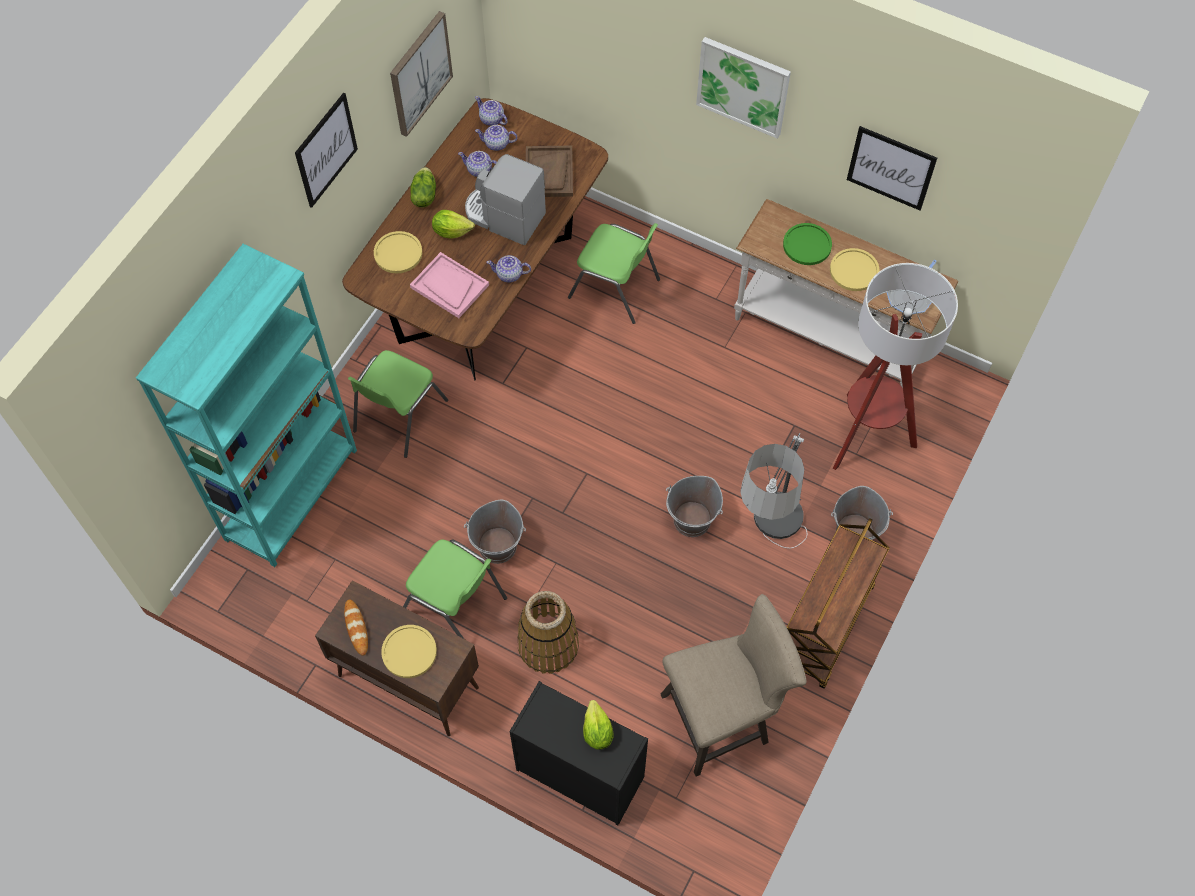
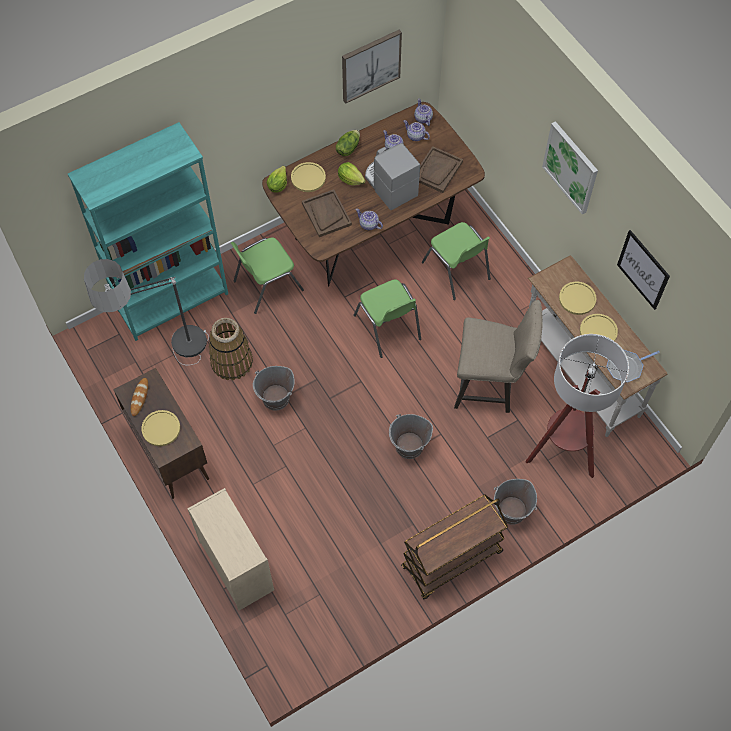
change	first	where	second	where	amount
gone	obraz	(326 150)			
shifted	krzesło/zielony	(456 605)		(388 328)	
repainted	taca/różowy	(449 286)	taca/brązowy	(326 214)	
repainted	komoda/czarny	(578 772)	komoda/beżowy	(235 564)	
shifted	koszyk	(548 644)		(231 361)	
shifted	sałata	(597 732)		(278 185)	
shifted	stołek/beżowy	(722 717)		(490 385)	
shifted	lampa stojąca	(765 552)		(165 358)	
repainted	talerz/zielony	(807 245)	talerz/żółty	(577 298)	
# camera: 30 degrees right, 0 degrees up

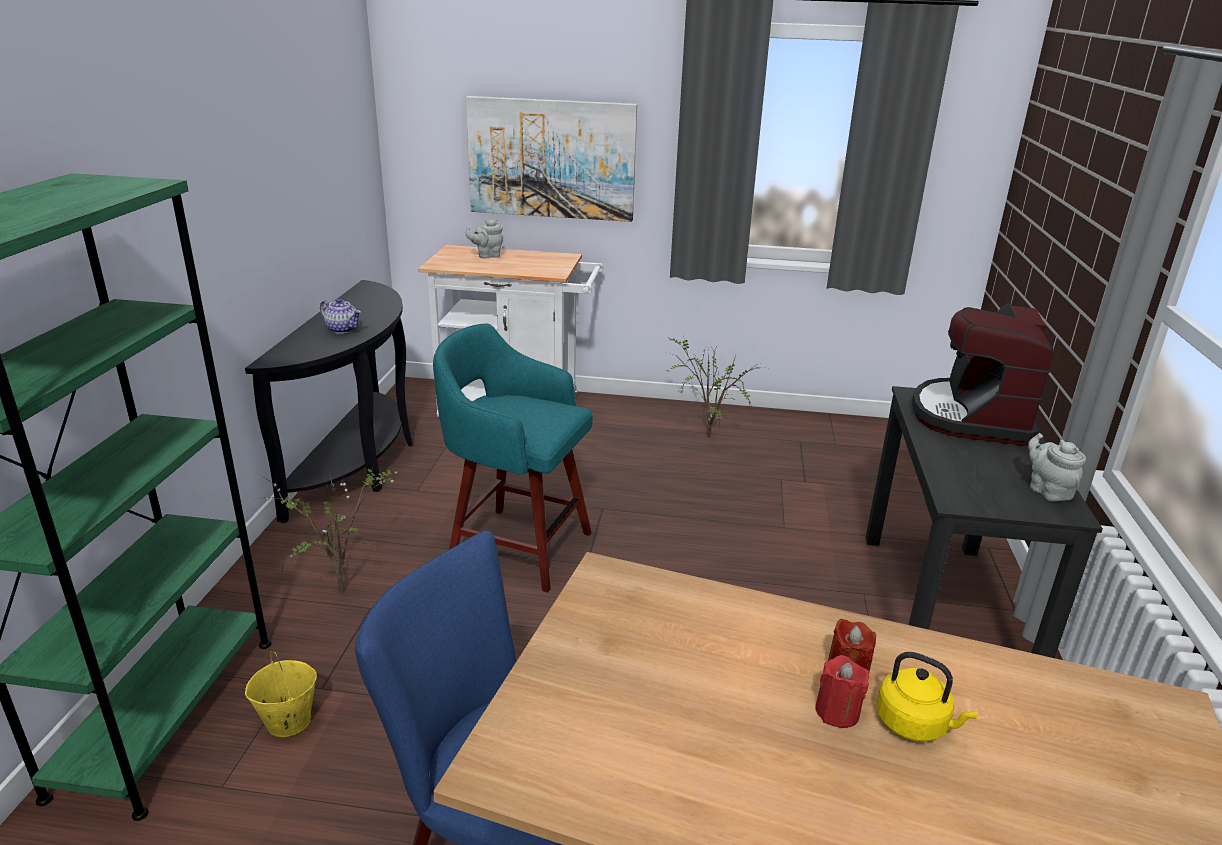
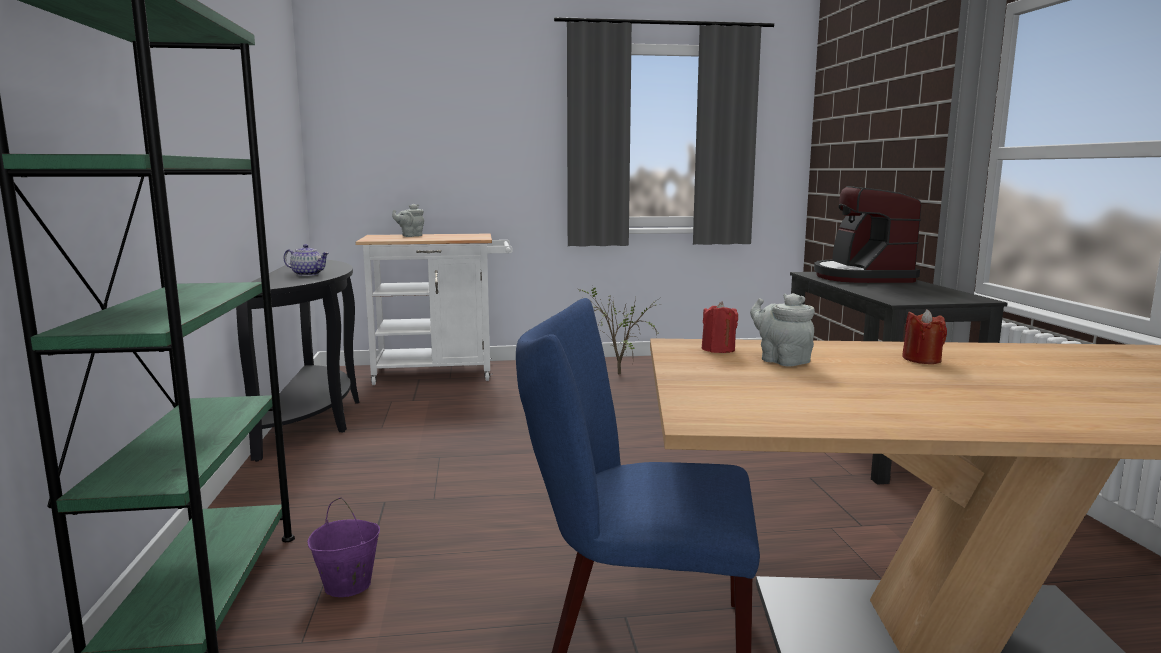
change	first	where	second	where	amount
repainted	wiadro/żółty	(288 721)	wiadro/fioletowy	(347 585)	
gone	roślina doniczkowa	(346 590)			
gone	stołek/turkusowy	(516 547)			
gone	obraz	(551 159)			
shifted	świeca/czerwony	(837 712)		(718 349)	
gone	czajnik/żółty	(915 724)			
shifted	imbryk/szary	(1047 490)		(781 360)	
# camera: 15 degrees left, 15 degrees down

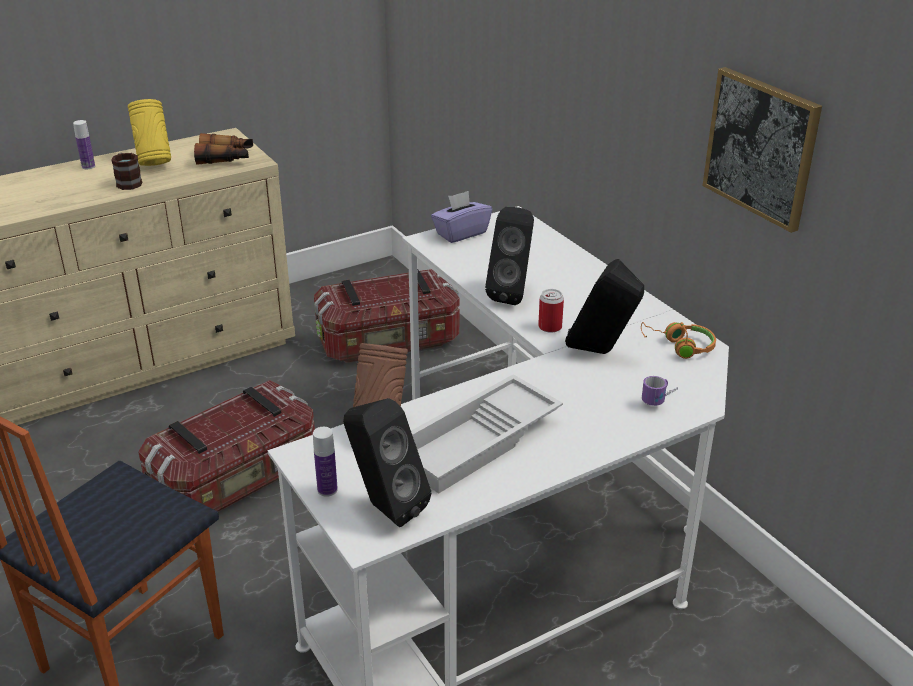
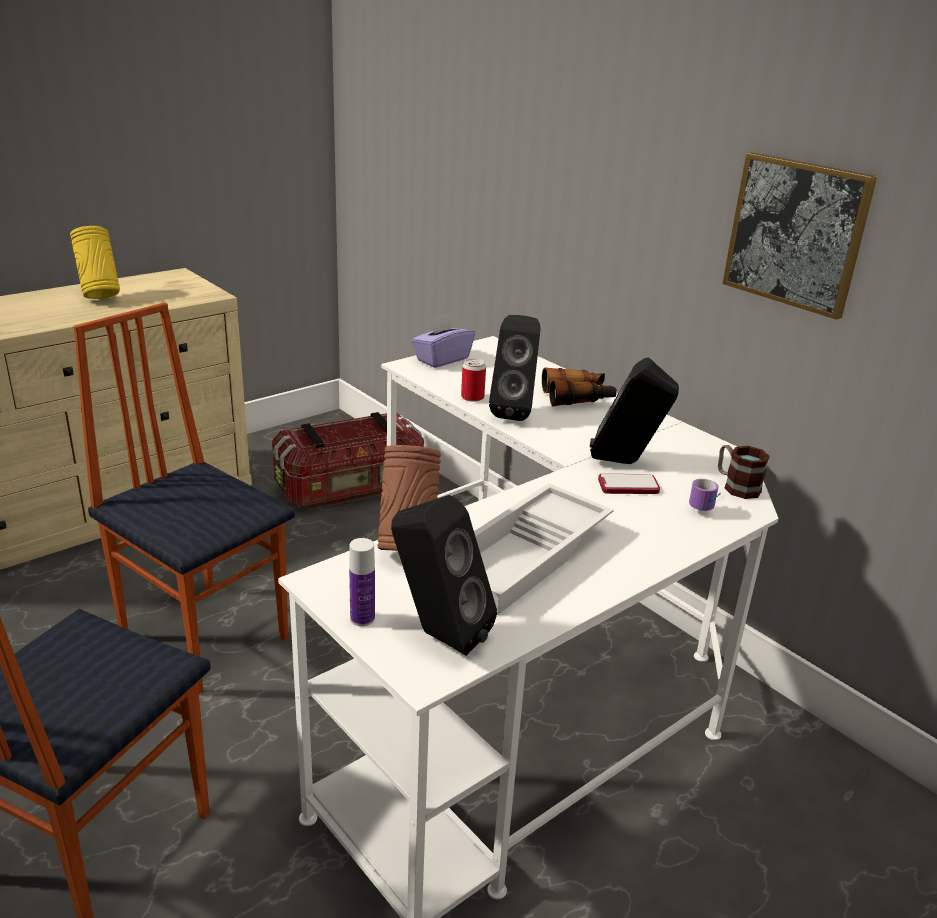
change	first	where	second	where	amount
gone	butelka	(88 166)			
shifted	kubek	(128 182)		(736 486)	
swapped	pojemnik do przechowywania	(237 481)	krzesło	(206 635)	
shifted	lornetka	(226 158)		(578 397)	
shifted	puszka	(550 327)		(472 397)	
gone	słuchawki/pomarańczowy	(679 346)			
new			telefon	(628 486)	
# camera: 10 degrees left, 5 degrees down

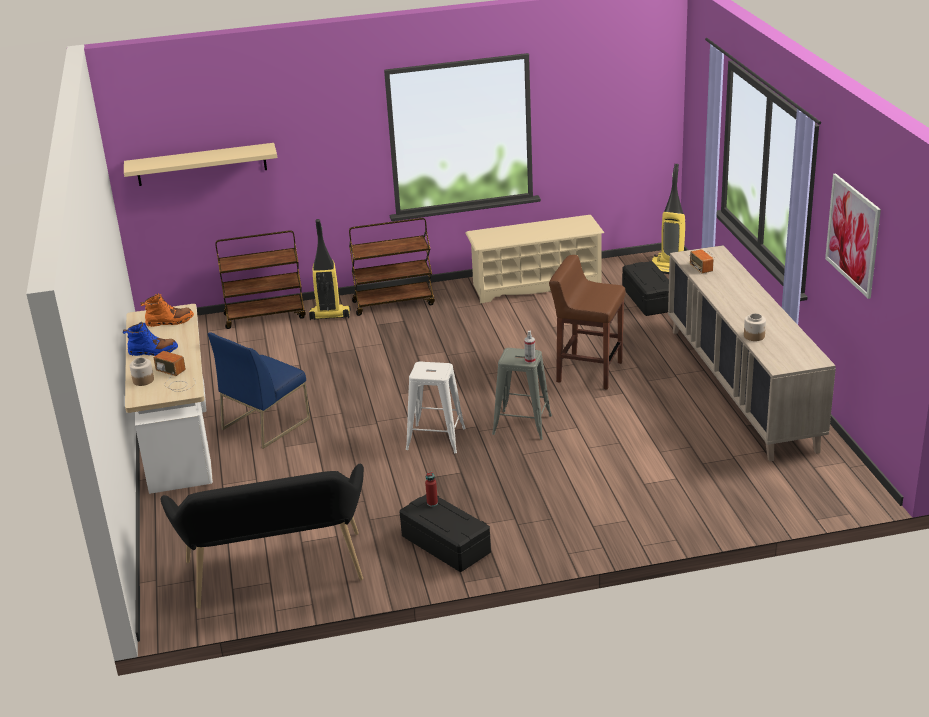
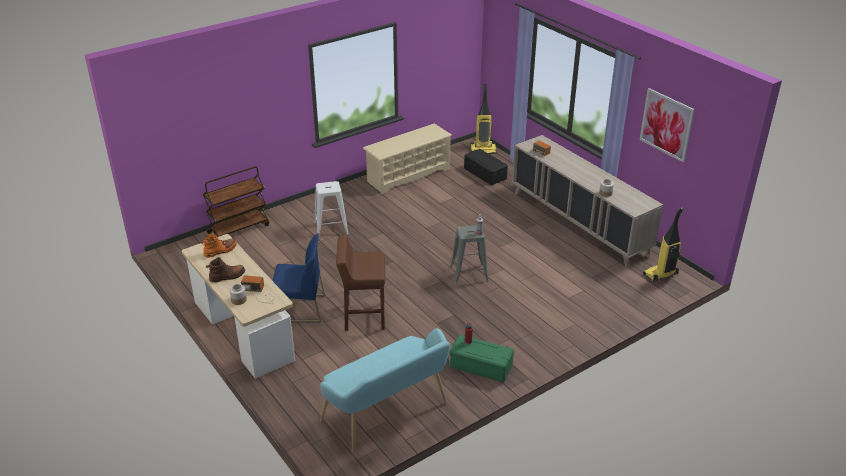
change	first	where	second	where	amount
repainted	but z cholewką/niebieski	(153 352)	but z cholewką/brązowy	(227 276)	
gone	półka/beżowy	(201 164)			
repainted	ławka/czarny	(277 575)	ławka/turkusowy	(389 415)	
rotated	krzesło/niebieski	(266 423)		(299 308)	105 degrees counterclockwise
shifted	odkurzacz	(329 316)		(660 274)	
gone	wózek/brązowy	(394 303)			
repainted	pojemnik do przechowywania/czarny	(445 545)	pojemnik do przechowywania/zielony	(480 366)	
shifted	stołek/biały	(436 439)		(331 228)	
shifted	stołek/brązowy	(588 372)		(364 316)	
# camera: 25 degrees left, 5 degrees up

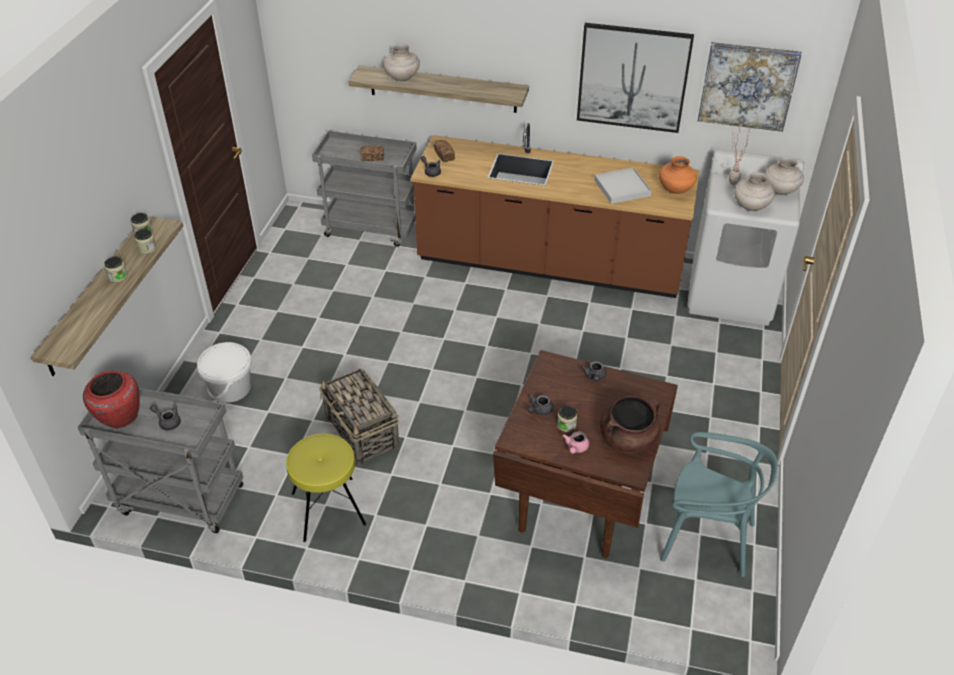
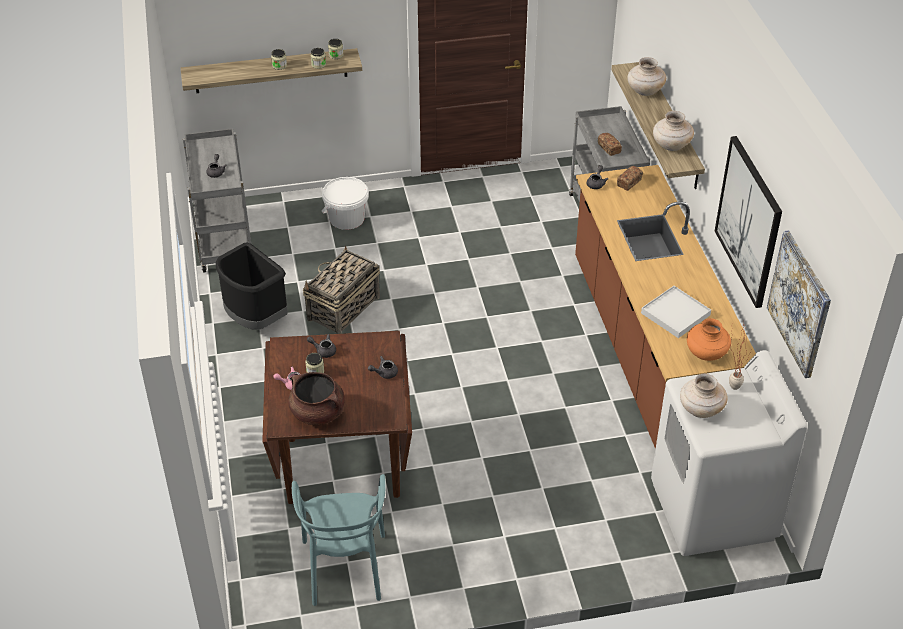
change	first	where	second	where	amount
gone	wazon/czerwony	(119 417)			
swapped	stołek/żółty	(328 508)	kosz na śmieci/czarny	(255 320)	
shifted	wazon/beżowy	(780 191)		(671 146)	
# camera: 65 degrees right, 0 degrees up

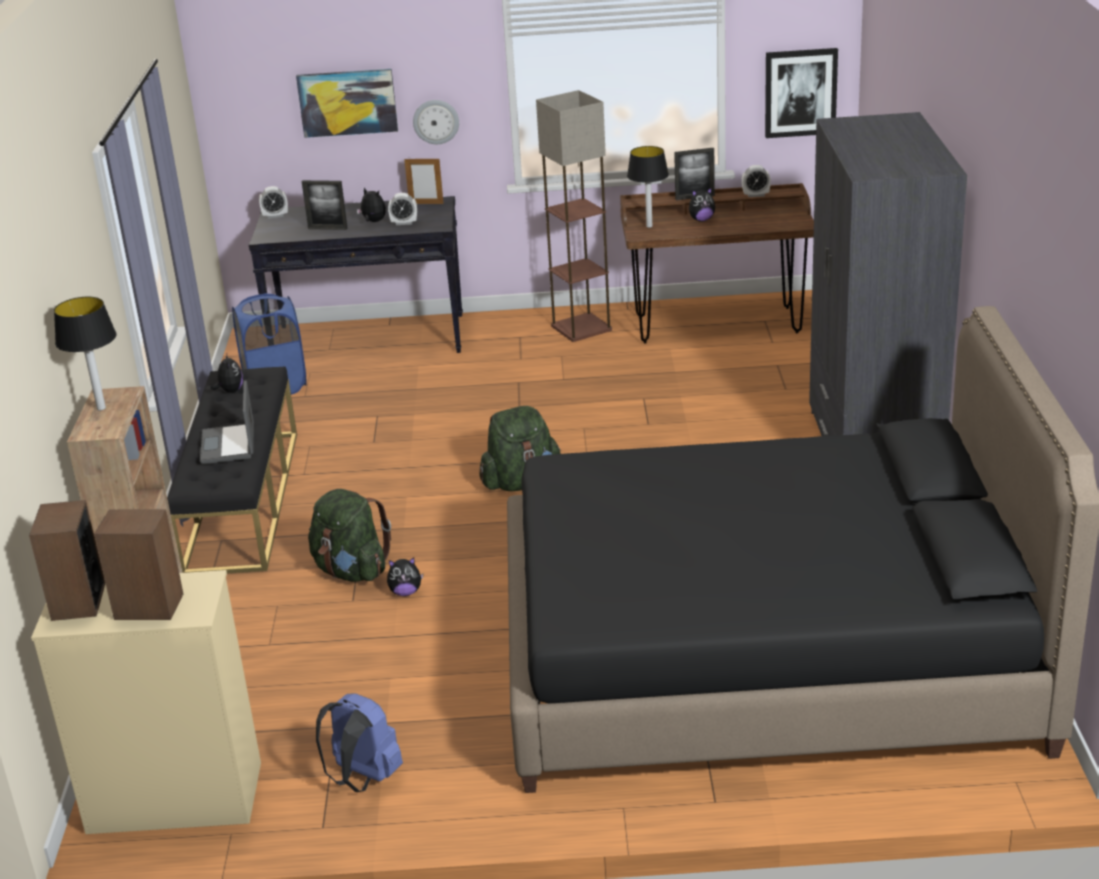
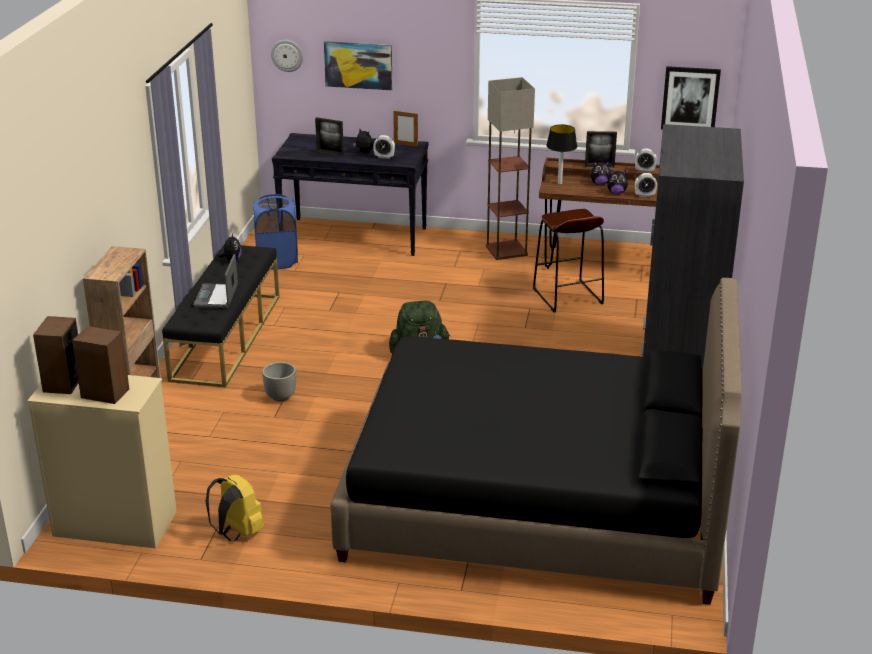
change	first	where	second	where	amount
gone	lampa stołowa	(100 408)			
shifted	budzik	(275 216)		(644 195)	
swapped	plecak/zielony	(352 571)	donica	(281 397)	
repainted	plecak/niebieski	(362 778)	plecak/żółty	(237 533)	
shifted	pluszak	(405 592)		(616 193)	
shifted	zegar ścienny	(436 121)		(287 55)	
new			stołek/brązowy	(567 296)	
# camera: 10 degrees right, 0 degrees up

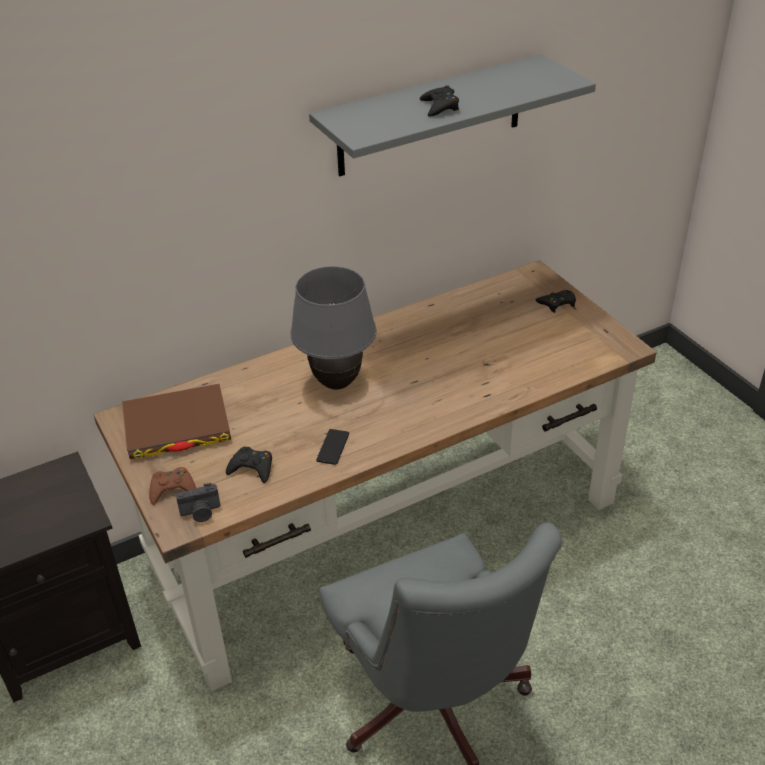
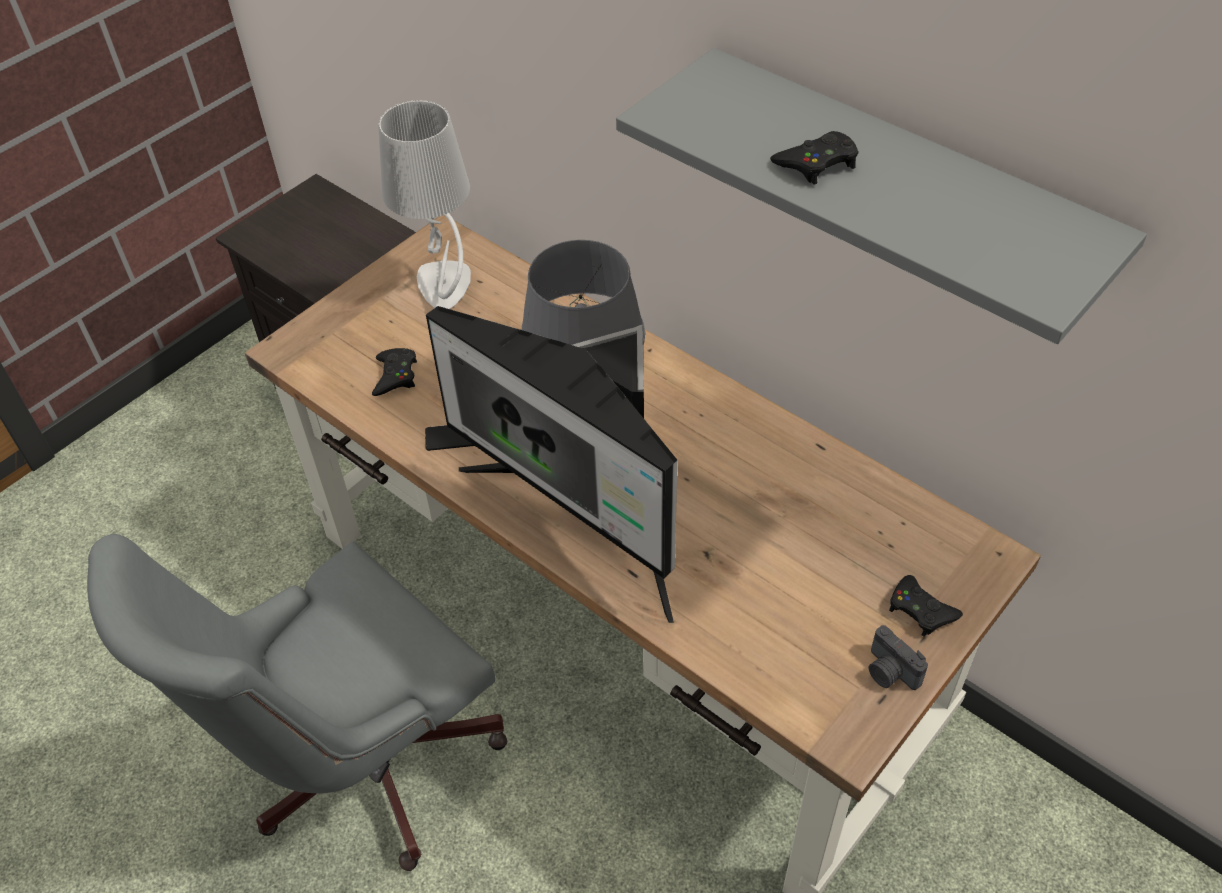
change	first	where	second	where	amount
swapped	książka/brązowy	(177 426)	lampa stołowa/szary	(445 286)	
gone	pad do gier/brązowy	(172 489)			
shifted	aparat fotograficzny	(201 513)		(889 672)	
new			monitor	(586 518)	
# camera: 70 degrees right, 10 degrees up

